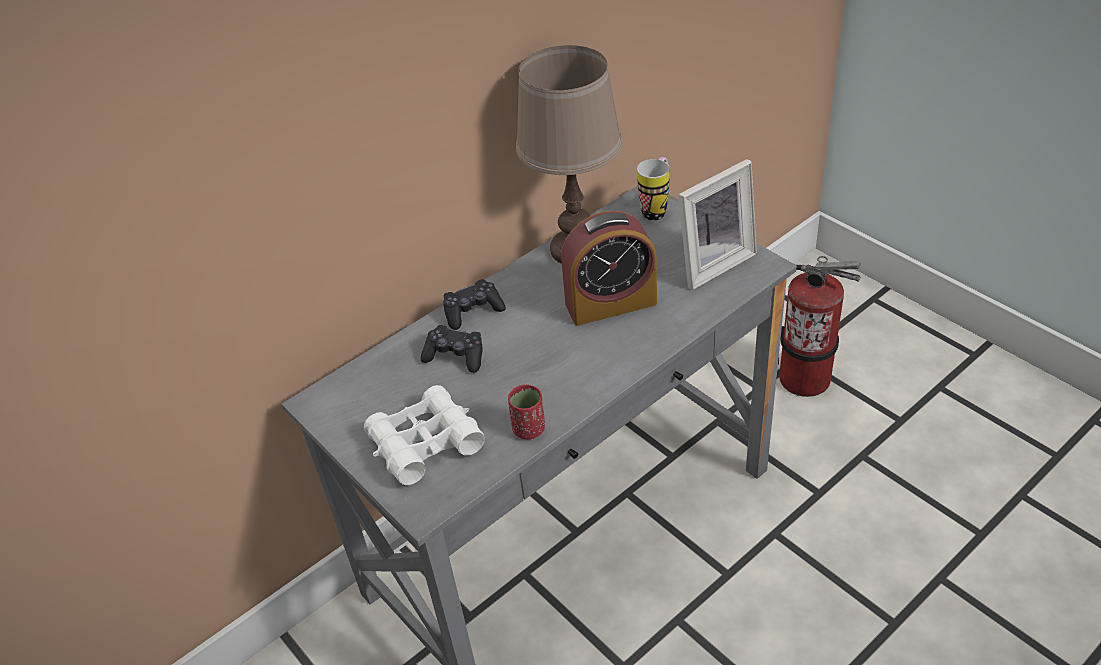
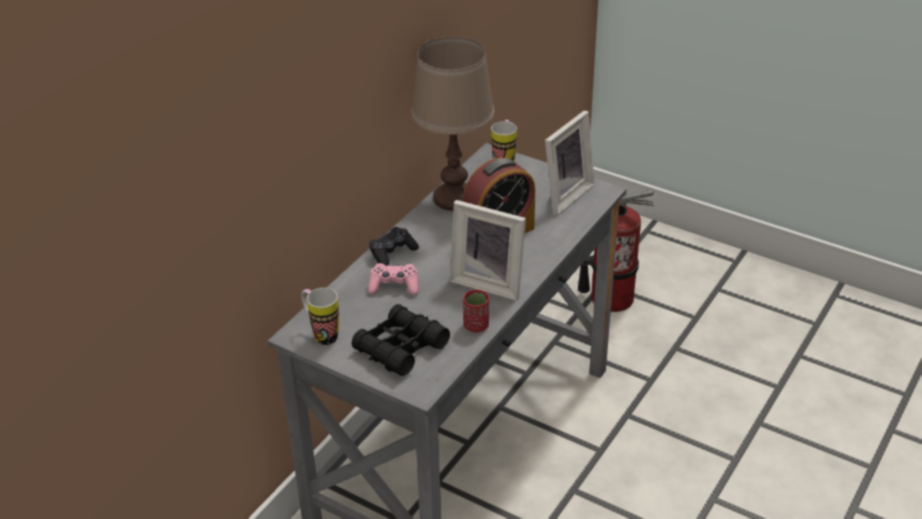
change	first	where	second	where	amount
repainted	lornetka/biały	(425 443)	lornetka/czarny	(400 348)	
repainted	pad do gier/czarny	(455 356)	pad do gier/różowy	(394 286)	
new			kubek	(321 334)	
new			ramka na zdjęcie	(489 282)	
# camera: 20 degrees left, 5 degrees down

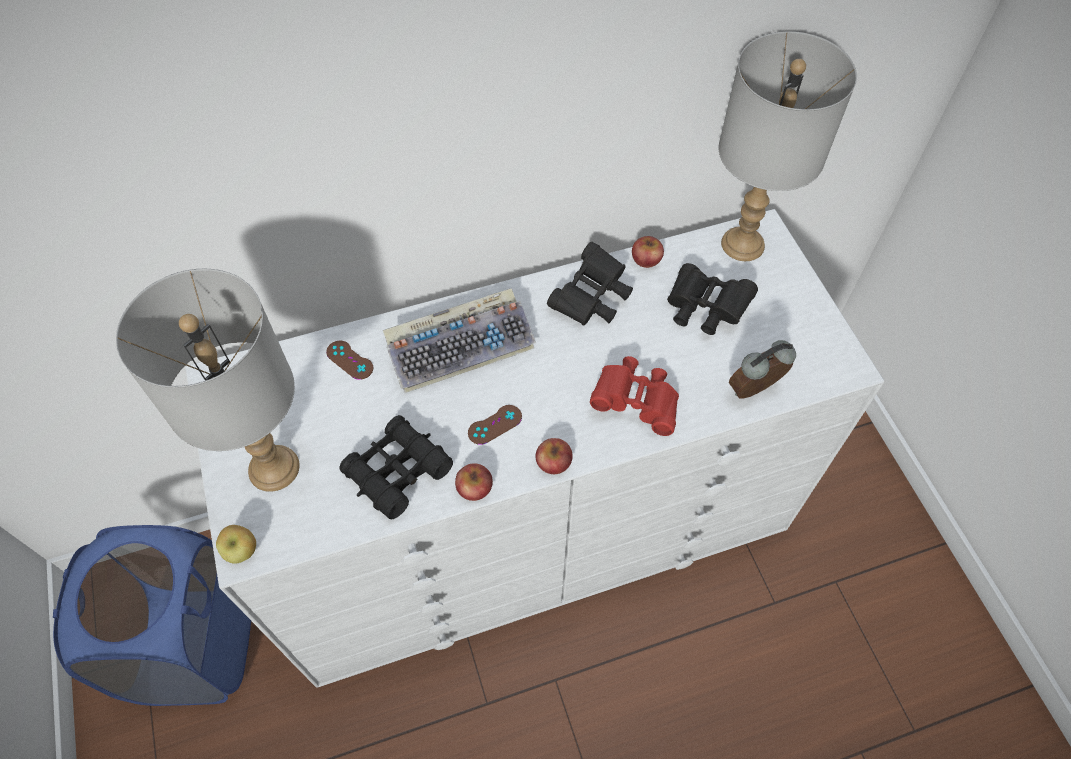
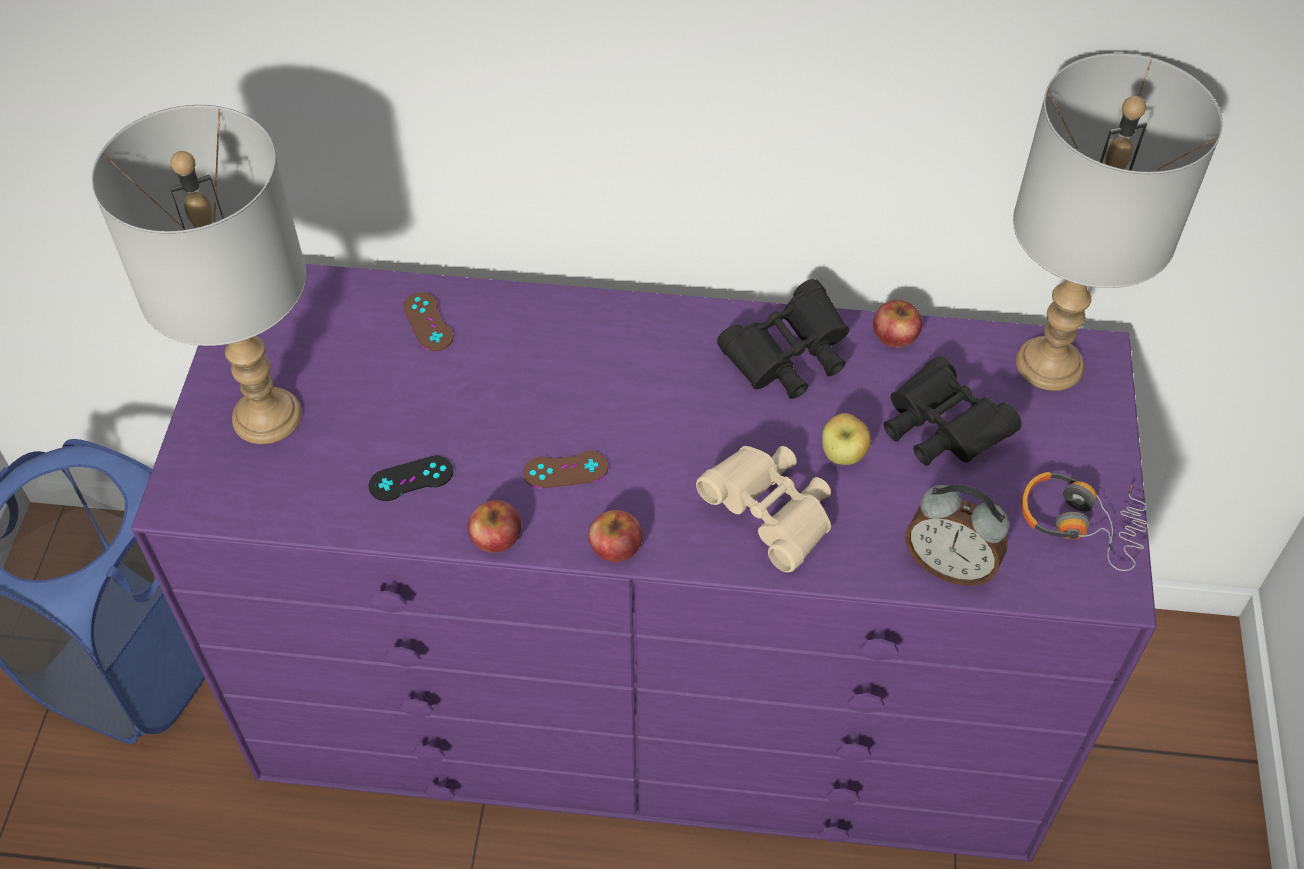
change	first	where	second	where	amount
repainted	komoda/biały	(534 524)	komoda/fioletowy	(653 693)	
shifted	jabłko	(242 551)		(843 455)	
swapped	lornetka/czarny	(397 471)	pad do gier/czarny	(411 479)	
gone	klawiatura	(461 345)			
repainted	lornetka/czerwony	(636 402)	lornetka/beżowy	(771 515)	
rotated	budzik	(755 391)		(949 565)	150 degrees counterclockwise
new			słuchawki	(1080 523)	
# camera: 25 degrees right, 5 degrees down

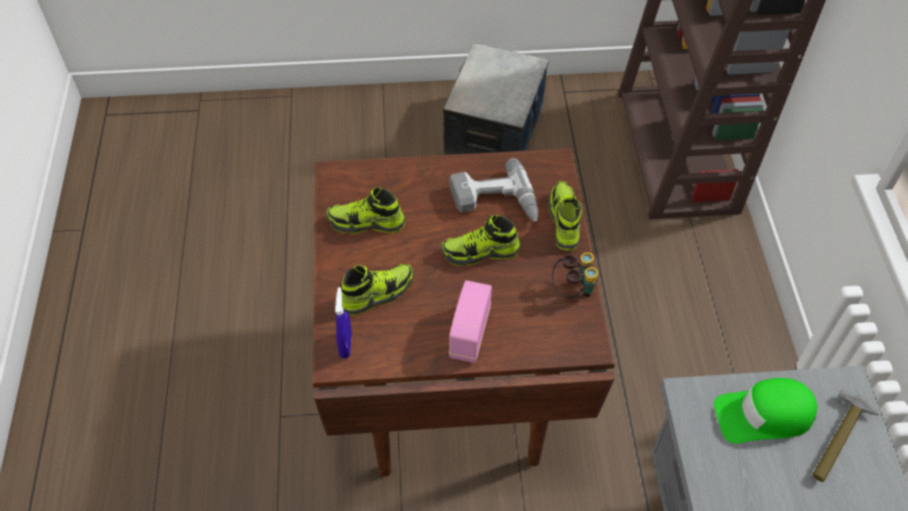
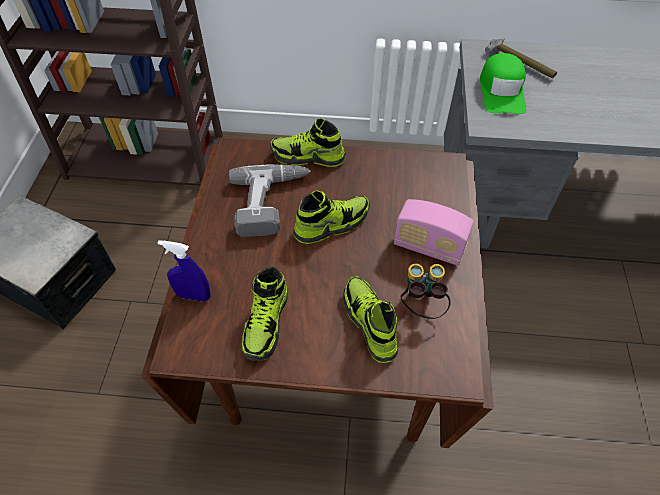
change	first	where	second	where	amount
shifted	spryskiwacz/niebieski	(346 345)		(193 296)	
rotated	but	(480 252)		(331 224)	120 degrees counterclockwise
shifted	lornetka	(573 290)		(421 306)	
# camera: 80 degrees left, 0 degrees up

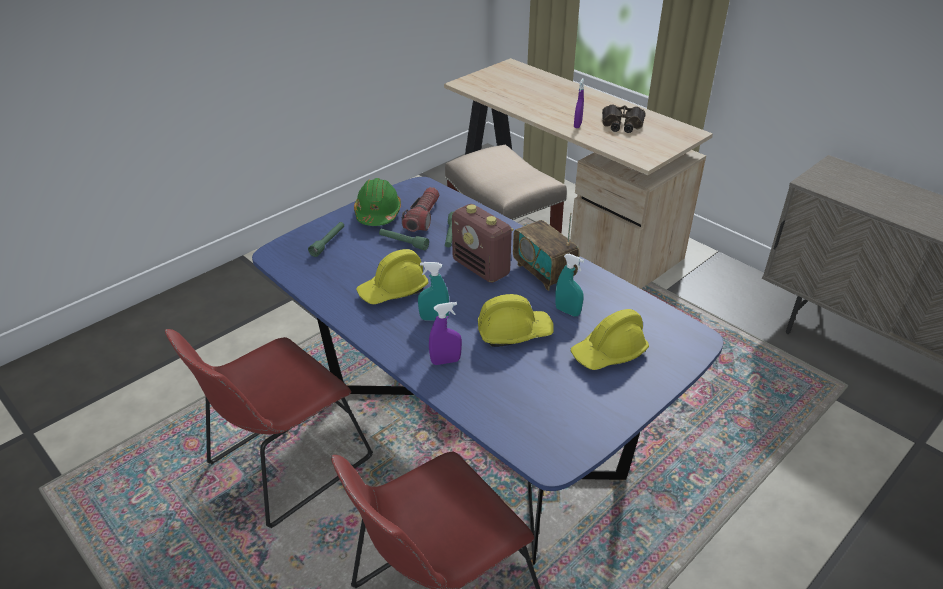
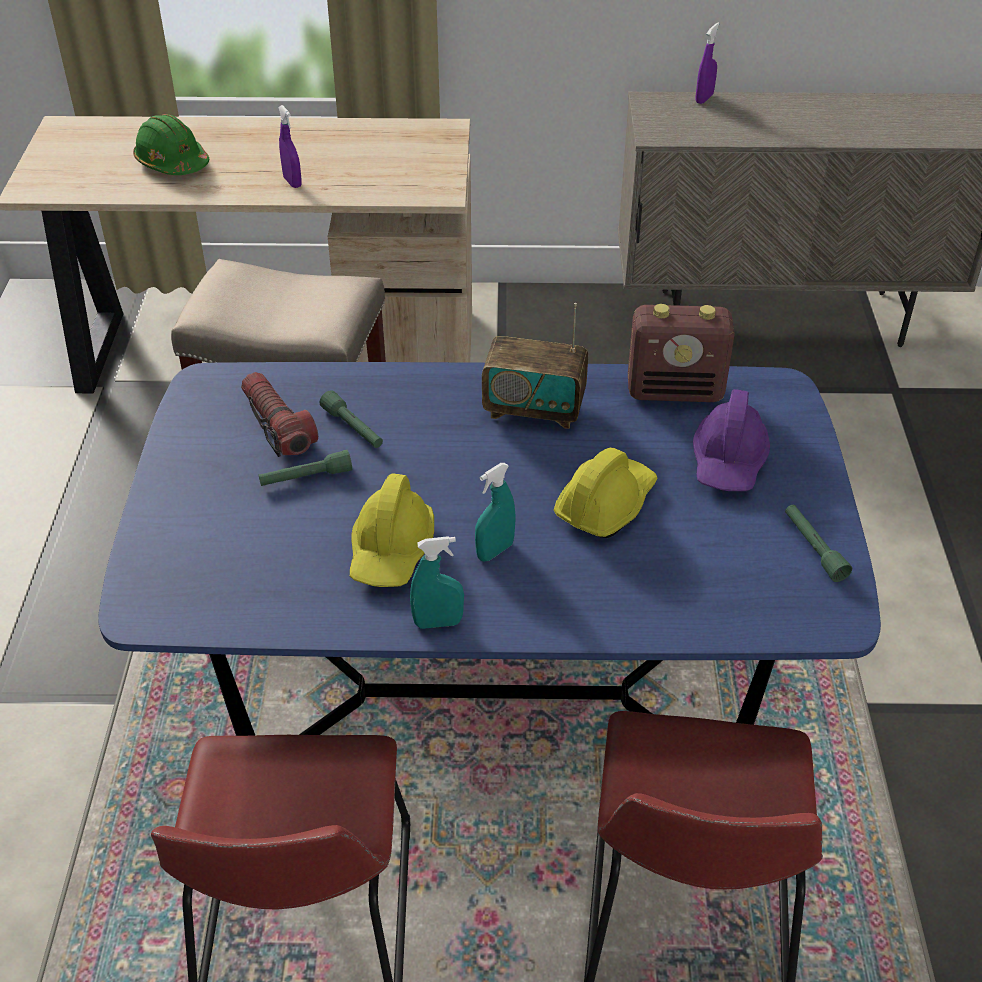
change	first	where	second	where	amount
shifted	latarka/zielony	(328 242)		(813 548)	
shifted	kask/zielony	(378 213)		(172 163)	
shifted	spryskiwacz/fioletowy	(445 361)		(704 98)	
shifted	radio	(481 268)		(676 391)	
shifted	spryskiwacz/turkusowy	(567 311)		(438 623)	
repainted	kask/żółty	(609 353)	kask/fioletowy	(729 461)	
gone	lornetka	(622 124)			
# camera: 45 degrees left, 5 degrees up

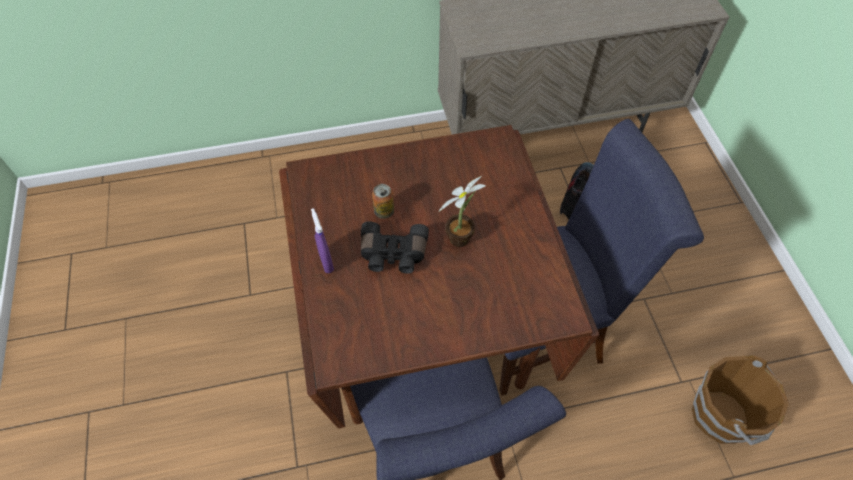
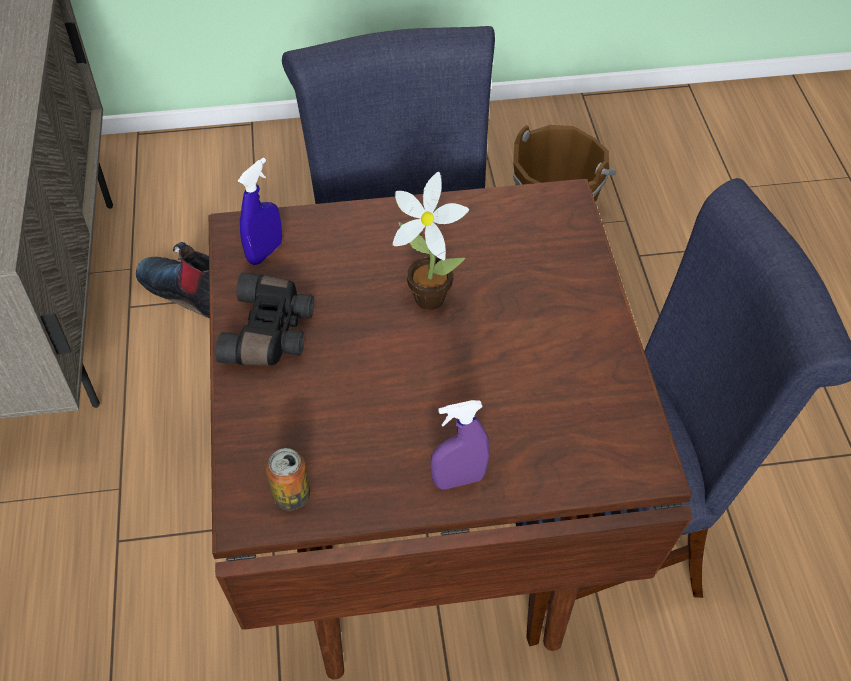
change	first	where	second	where	amount
shifted	lornetka/czarny	(393 254)		(271 332)	
shifted	puszka	(384 211)		(291 496)	
new			spryskiwacz/niebieski	(265 252)	
# camera: 85 degrees left, 5 degrees down

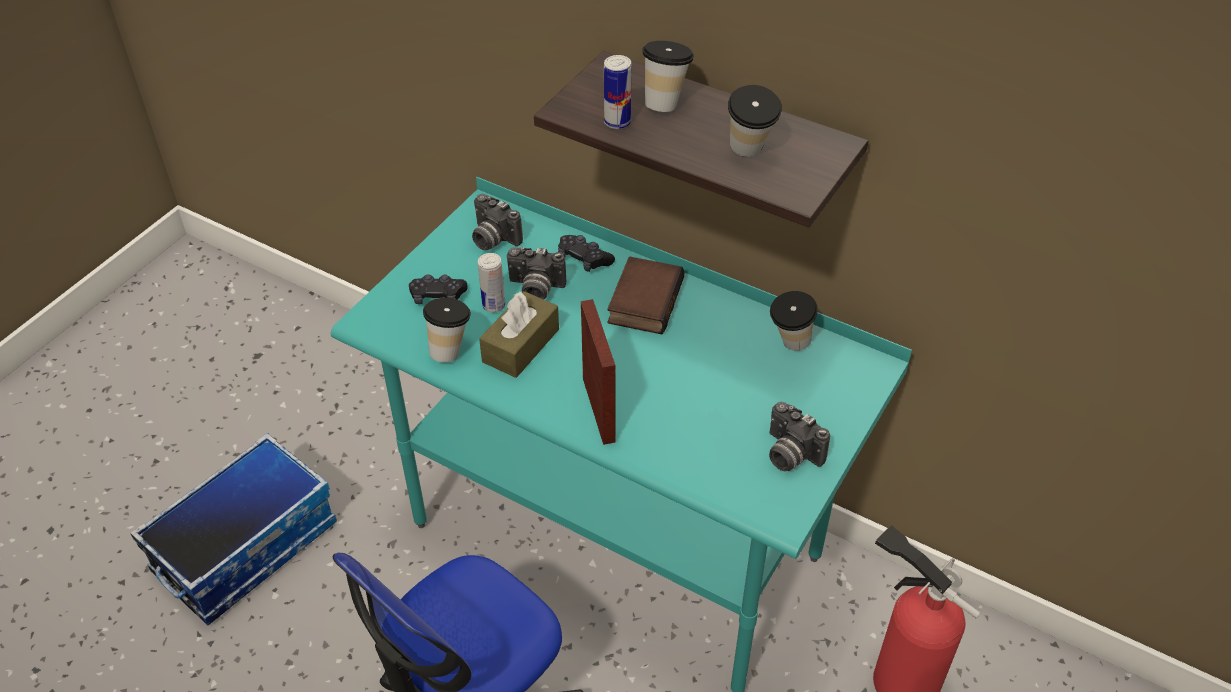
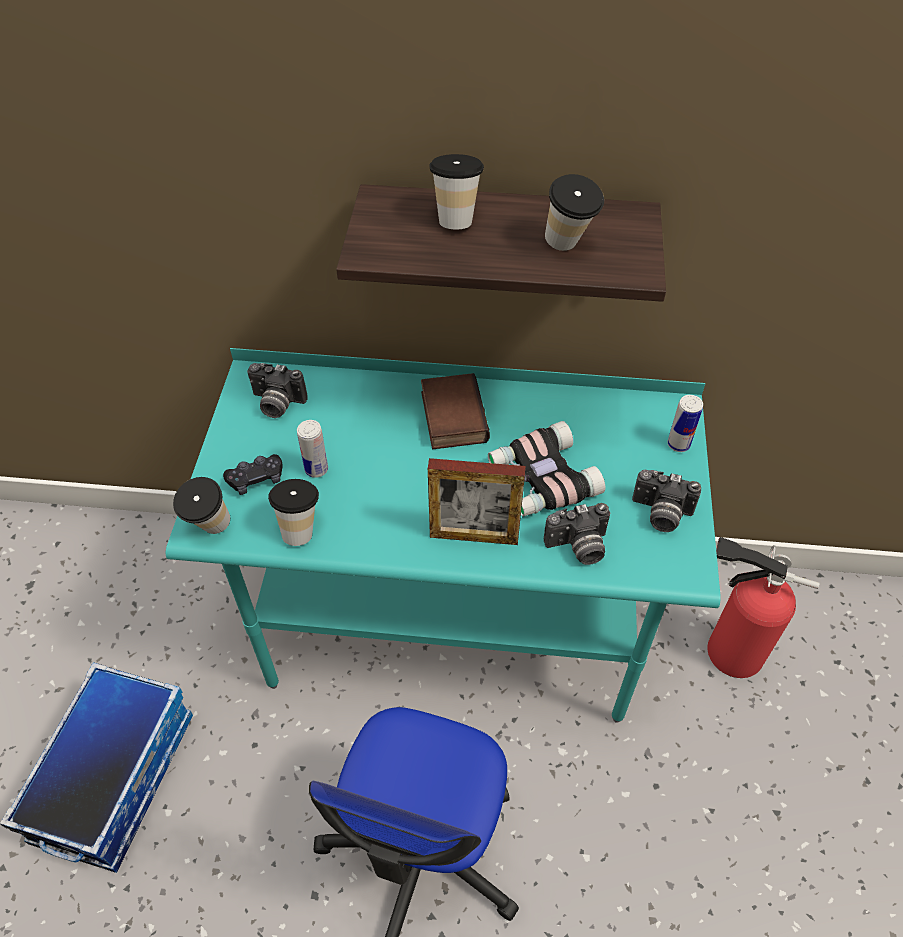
change	first	where	second	where	amount
gone	pudełko chusteczek/brązowy	(521 345)			
shifted	aparat fotograficzny	(535 289)		(578 547)	
gone	pad do gier/czarny	(584 259)			
rotated	ramka na zdjęcie	(598 410)		(474 536)	135 degrees clockwise
shifted	puszka	(617 122)		(678 444)	
shifted	filiżanka	(789 346)		(210 530)	
new			lornetka	(541 479)	
# camera: 25 degrees left, 5 degrees up

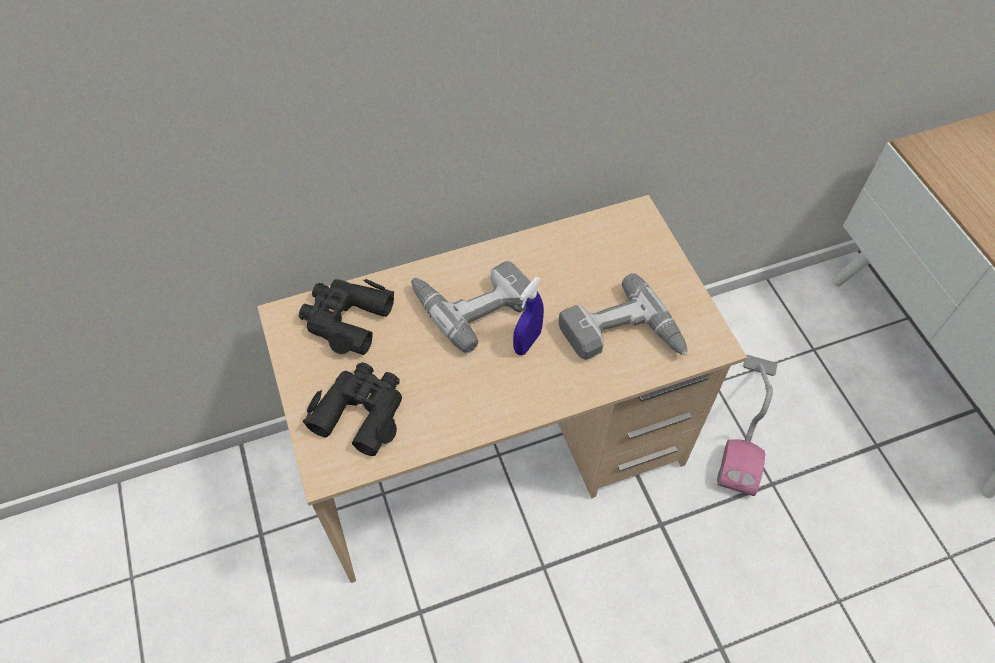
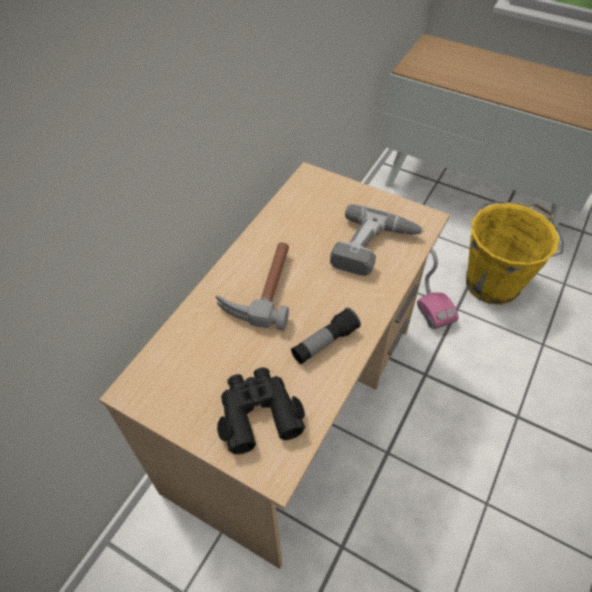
change	first	where	second	where	amount
gone	lornetka/czarny	(346 319)			
swapped	wiertarka	(472 301)	młotek	(260 288)	
gone	spryskiwacz/niebieski	(527 342)			
new			latarka	(324 343)	
new			wiadro/żółty	(494 282)	
# camera: 40 degrees left, 5 degrees down

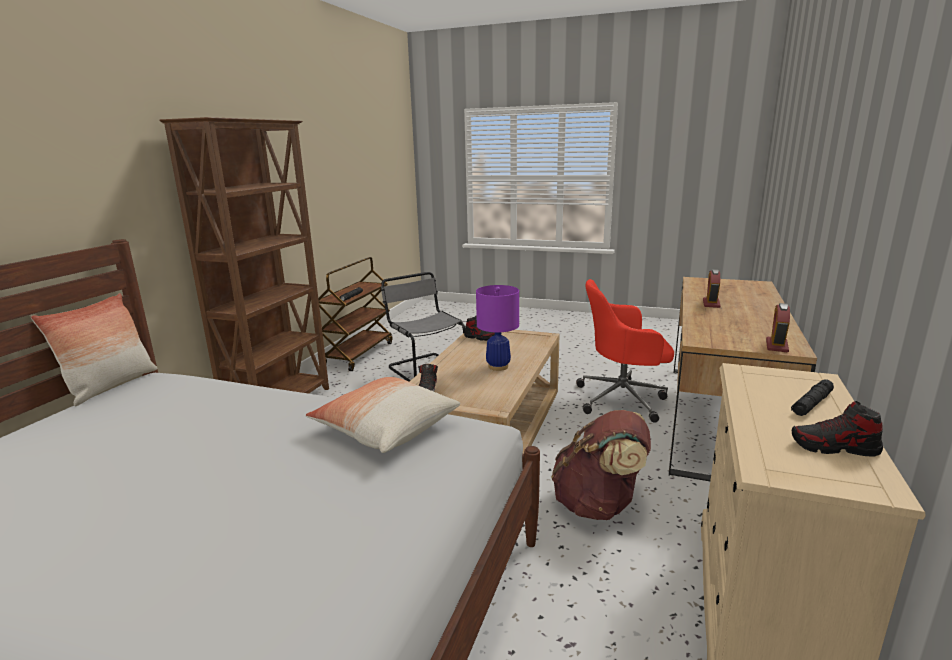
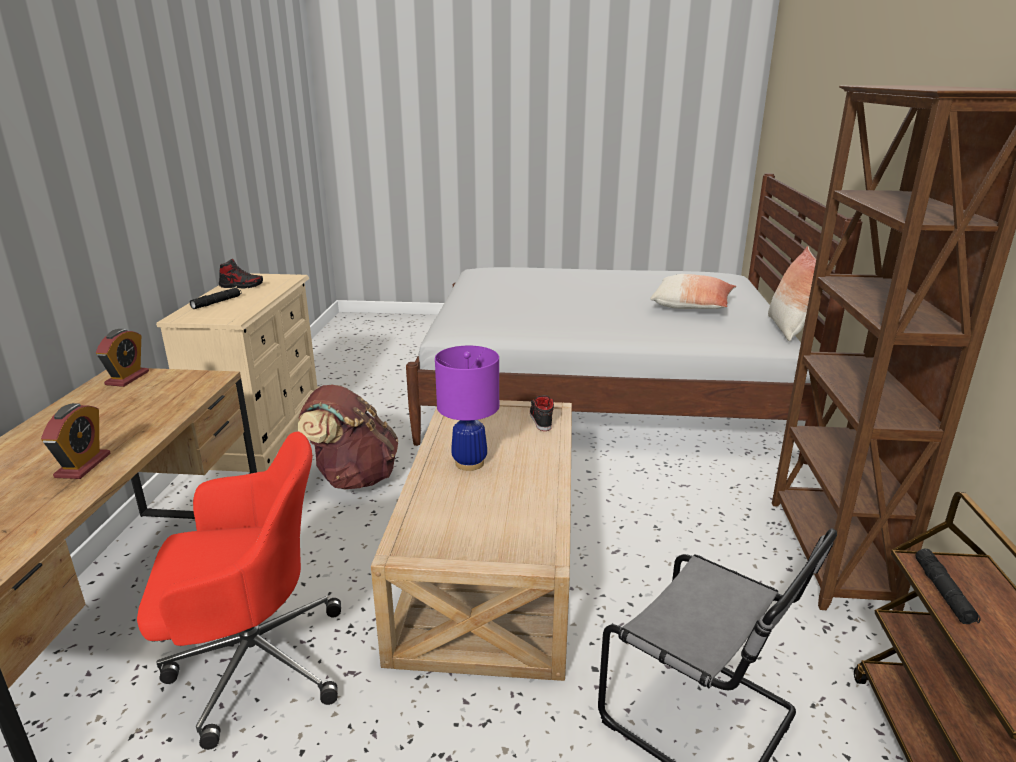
change	first	where	second	where	amount
shifted	poduszka	(385 429)		(692 306)	
gone	but	(480 337)			
# camera: 165 degrees right, 5 degrees up

